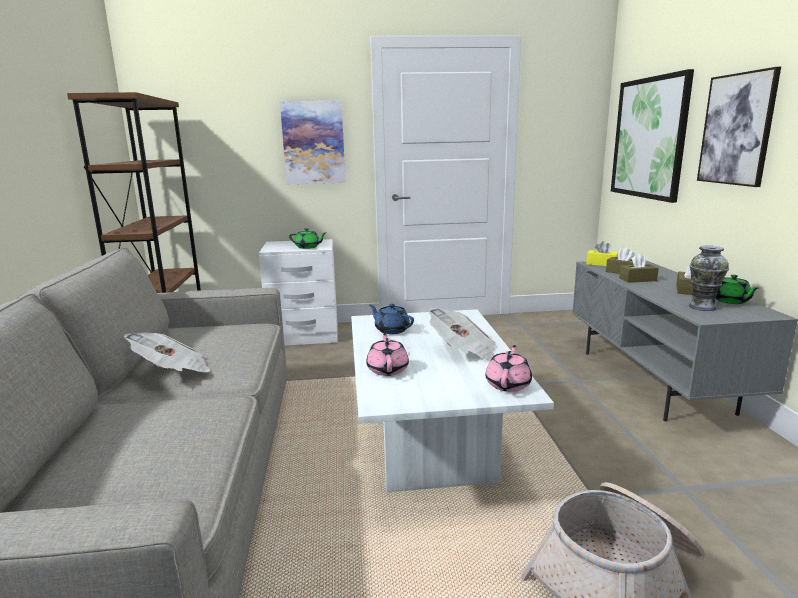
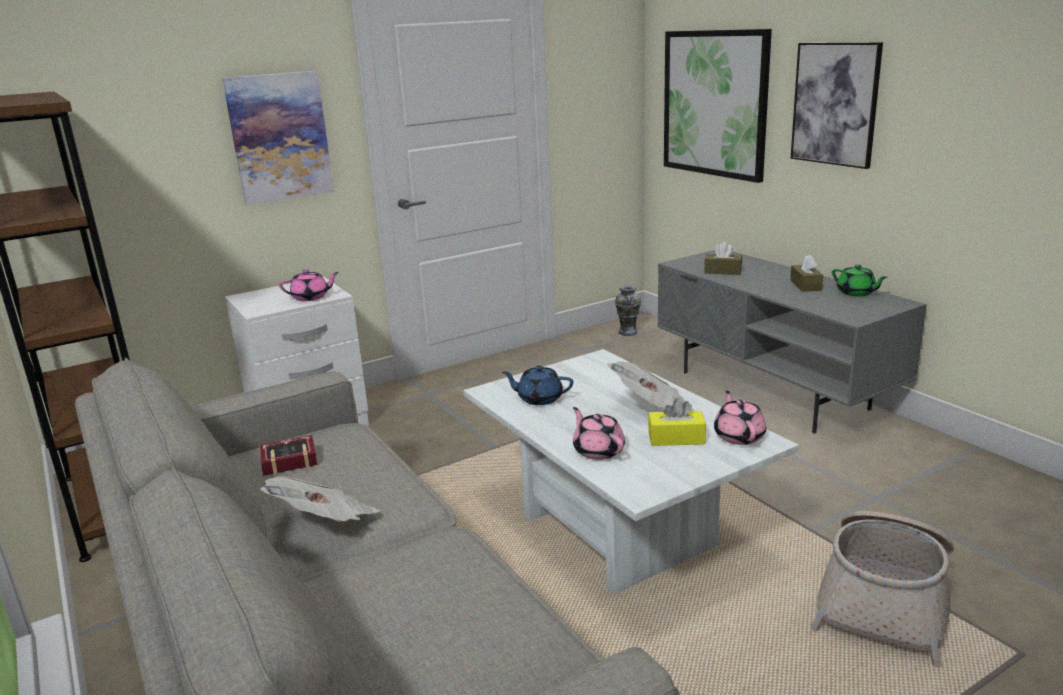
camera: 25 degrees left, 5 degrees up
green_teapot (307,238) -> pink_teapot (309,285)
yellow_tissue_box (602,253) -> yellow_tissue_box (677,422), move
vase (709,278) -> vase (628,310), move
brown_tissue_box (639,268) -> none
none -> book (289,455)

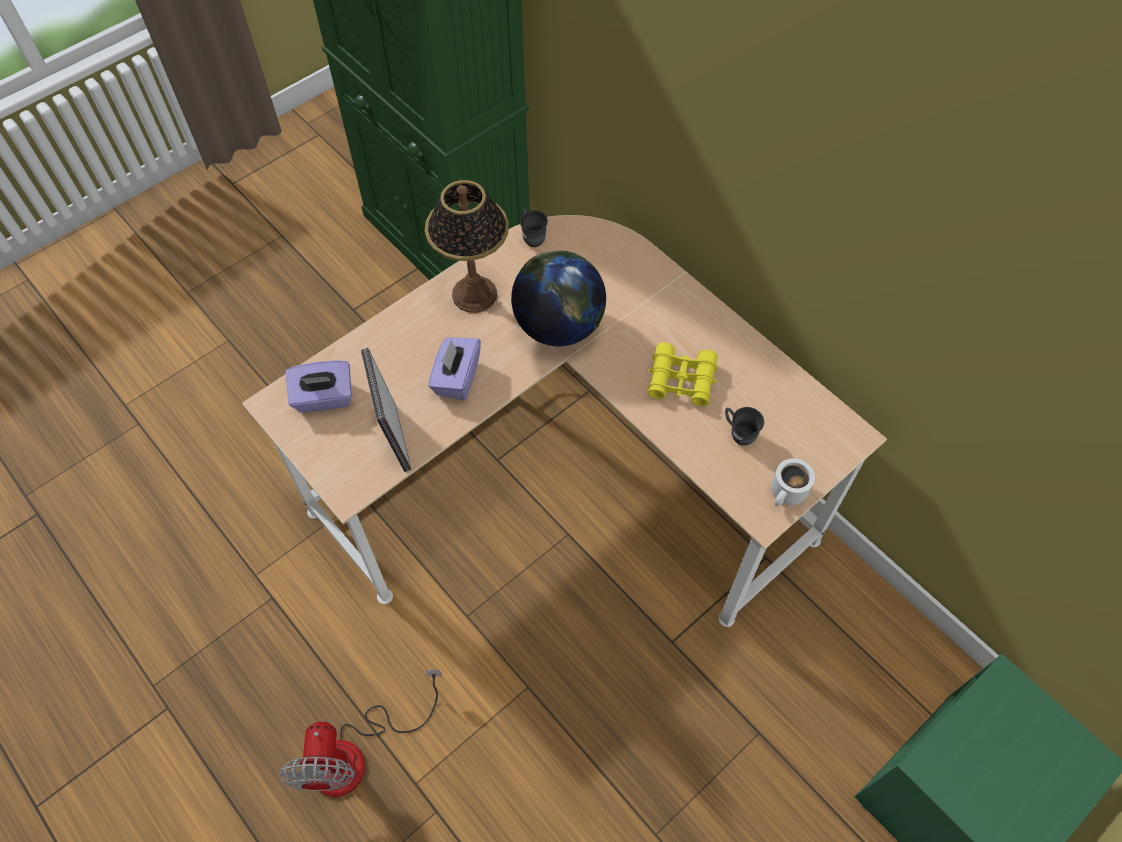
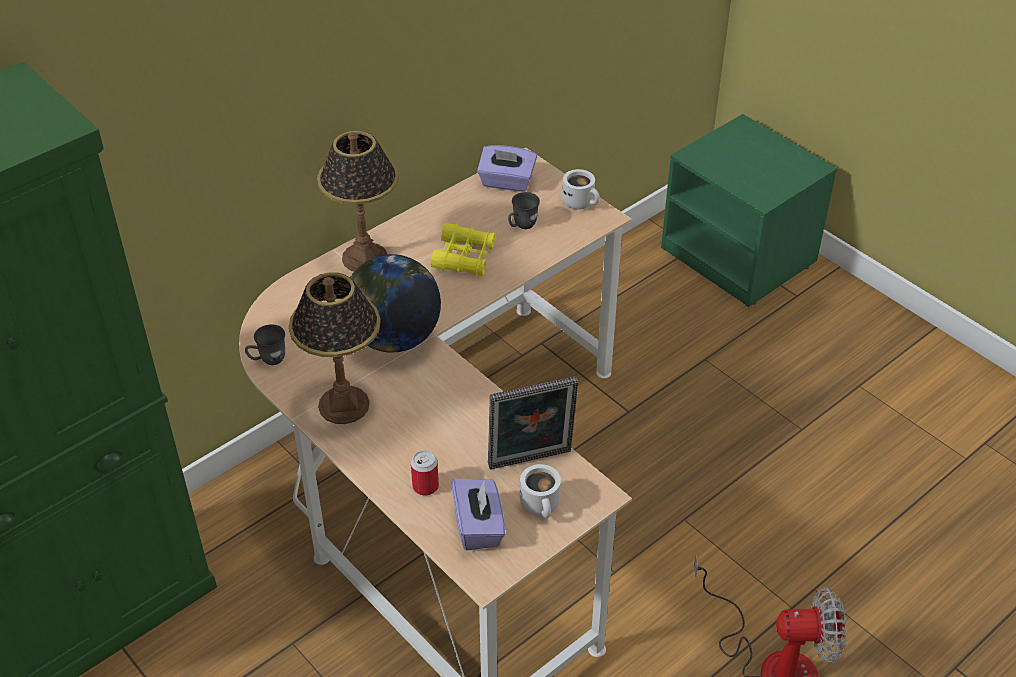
camera: 90 degrees left, 15 degrees down
purple_tissue_box (454,368) -> purple_tissue_box (507,168), move
none -> table_lamp (358,201)
none -> can (425,473)
none -> white_mug (540,491)

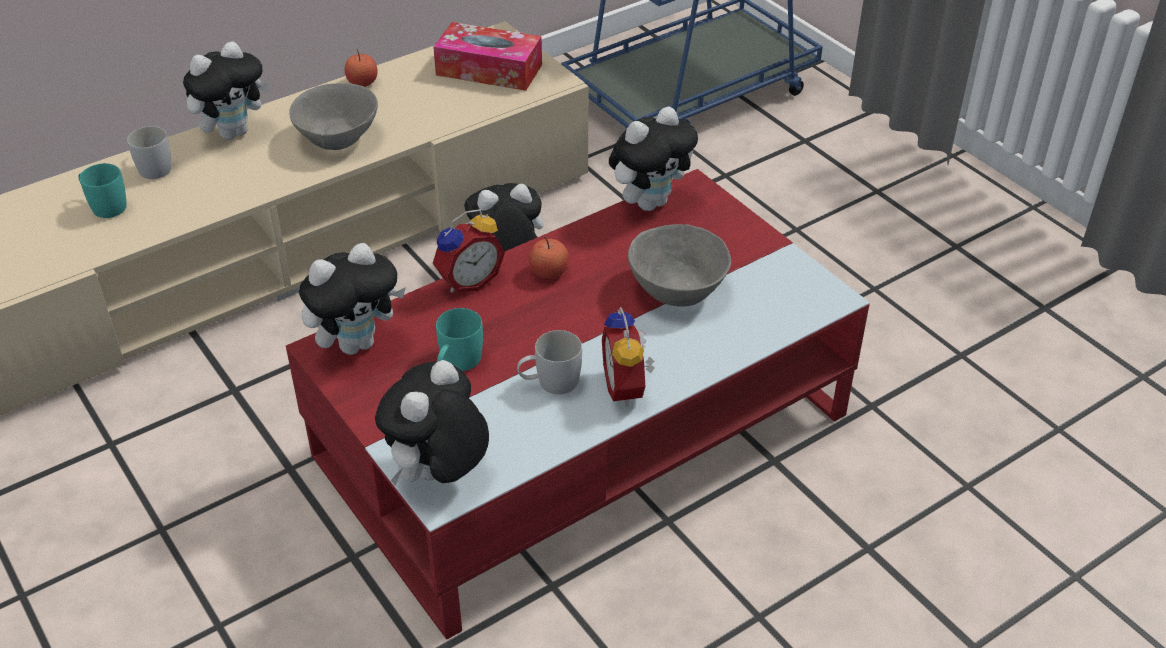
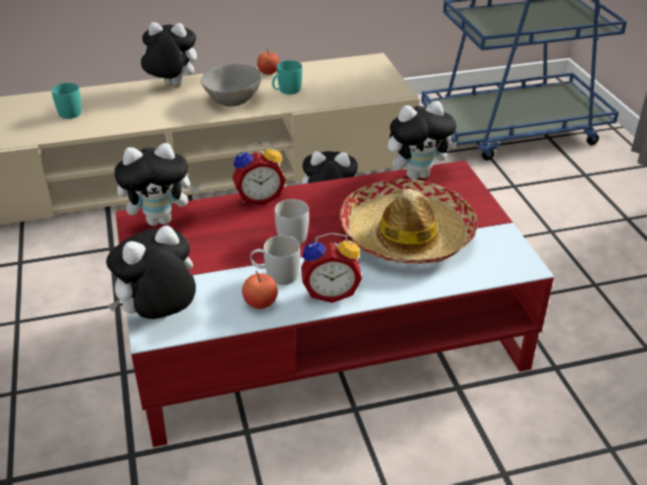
camera: 20 degrees right, 5 degrees down
tissue_box (487,56) -> none
plush_toy (226,90) -> plush_toy (167,54), 150 degrees counterclockwise
white_mug (149,152) -> white_mug (292,221), move
grey_bowl (679,265) -> hat (408,221)
apple (549,257) -> apple (260,290), move
alarm_clock (628,356) -> alarm_clock (331,268), 105 degrees counterclockwise
turquoise_mug (459,339) -> turquoise_mug (287,77), move

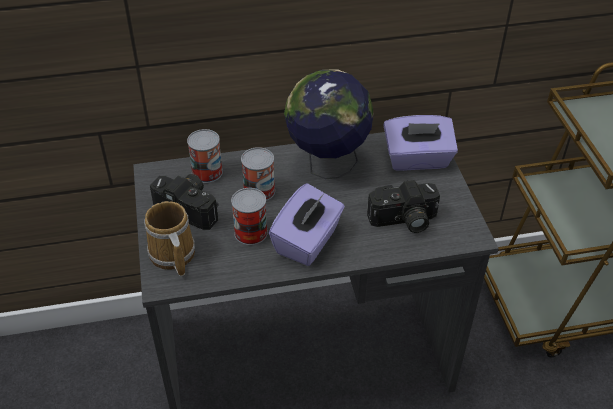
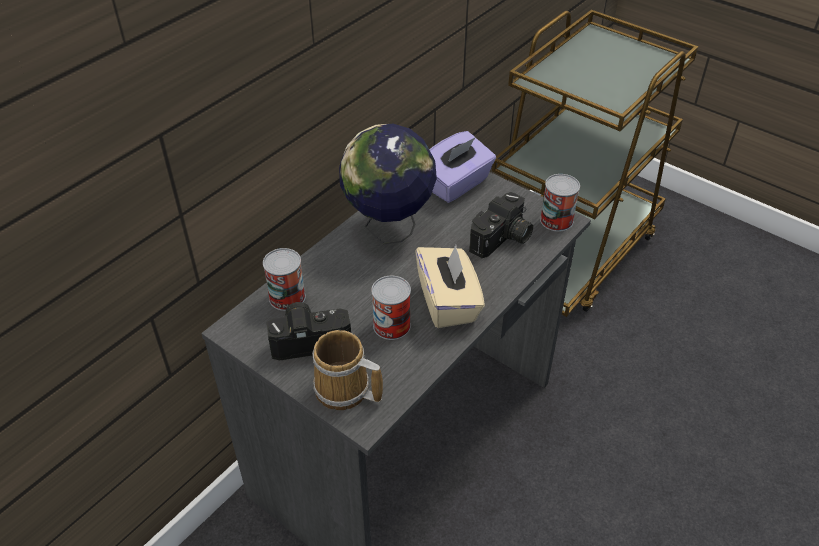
camera: 40 degrees left, 0 degrees up
can (258,174) -> can (560,203), move
purple_tissue_box (307,224) -> beige_tissue_box (450,286)

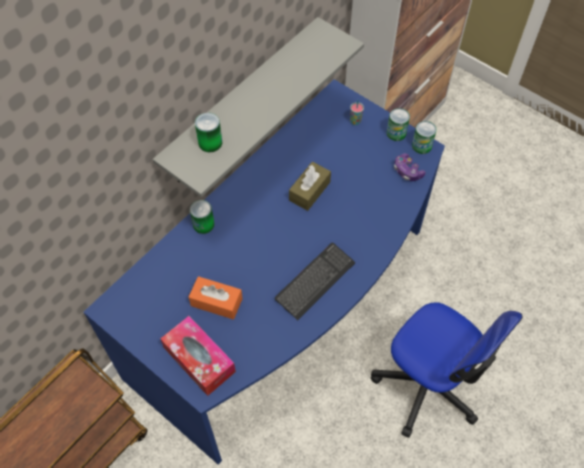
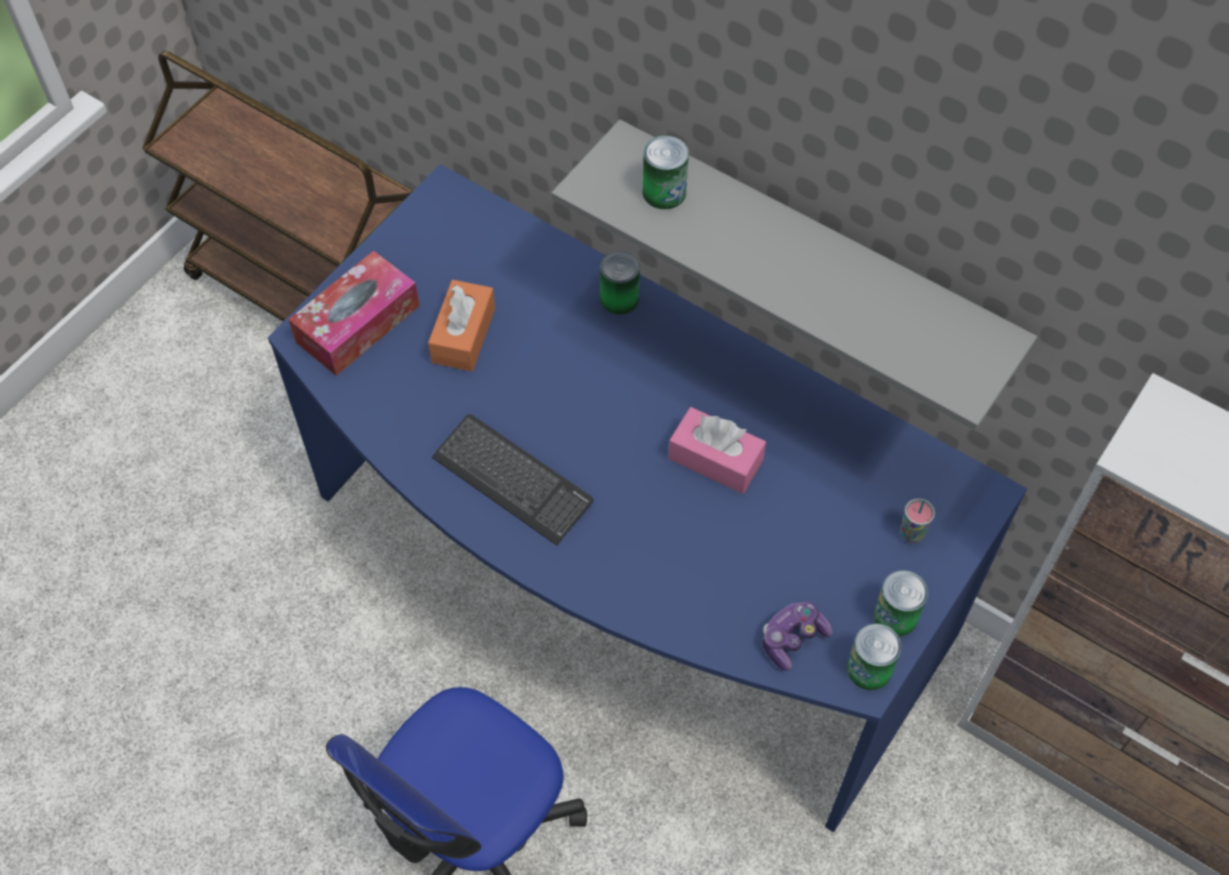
camera: 85 degrees right, 0 degrees up
brown_tissue_box (310,186) -> pink_tissue_box (717,450)

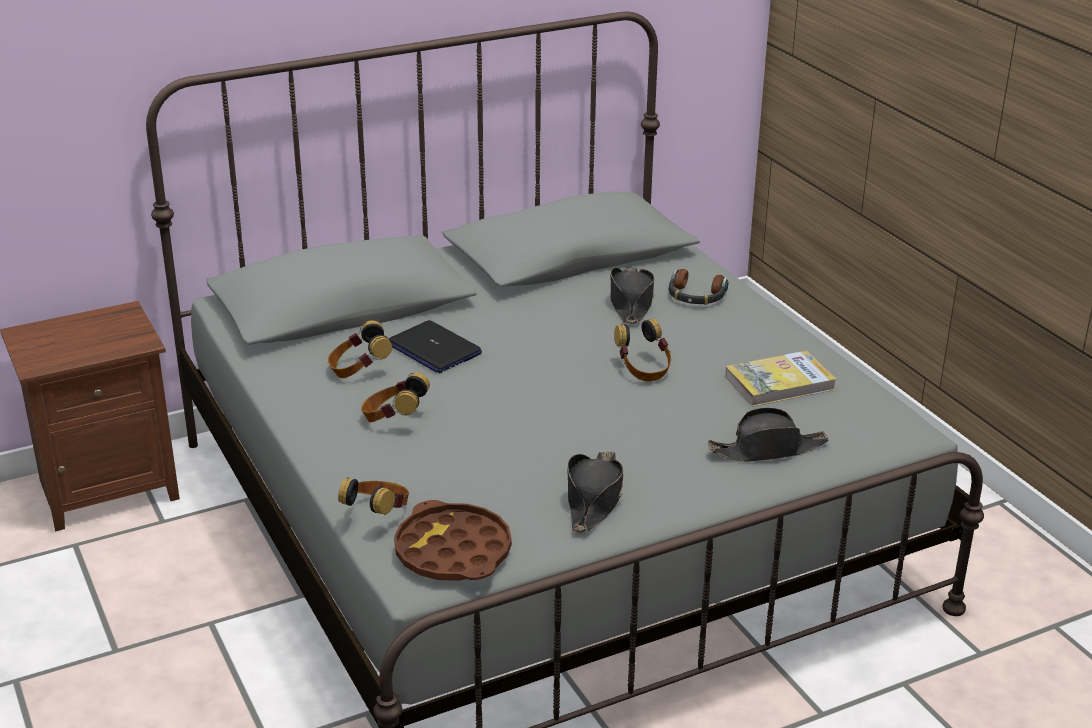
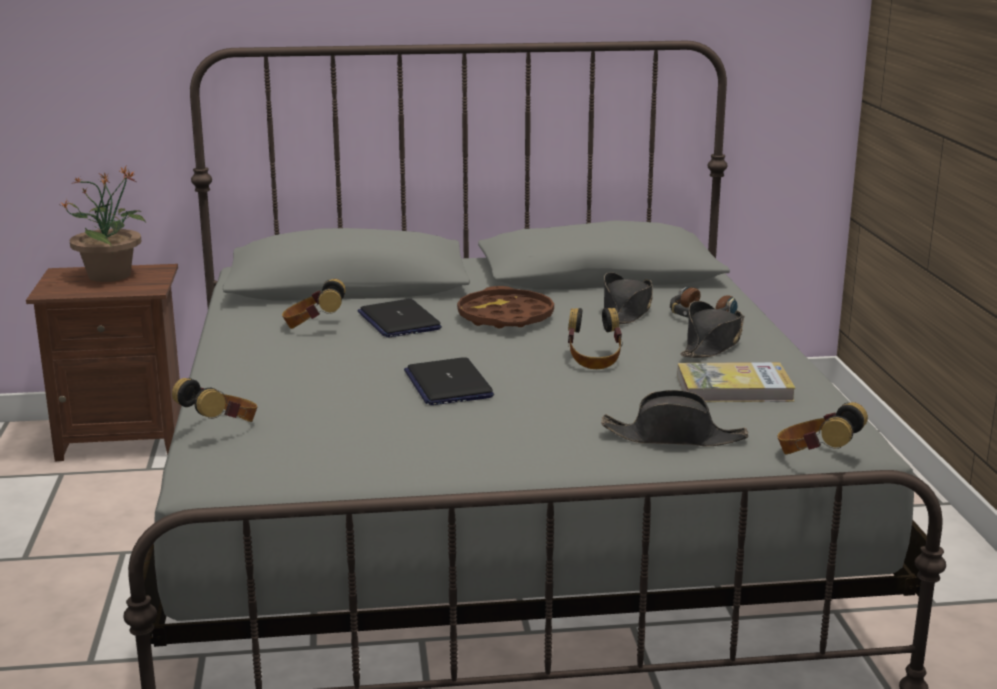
camera: 20 degrees right, 10 degrees down
headphones (395,397) -> headphones (823,428), move
black_hat (595,492) -> black_hat (712,329), move
brown_tray (453,540) -> brown_tray (505,307), move
none -> potted_plant (103,224)
none -> laptop (449,381)

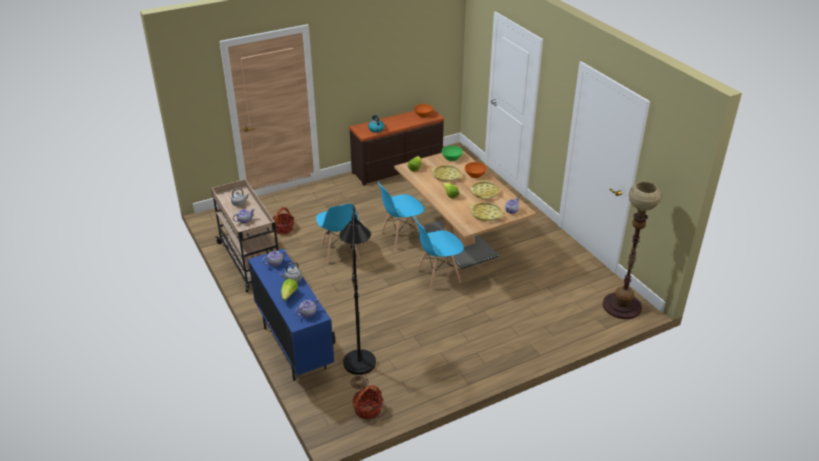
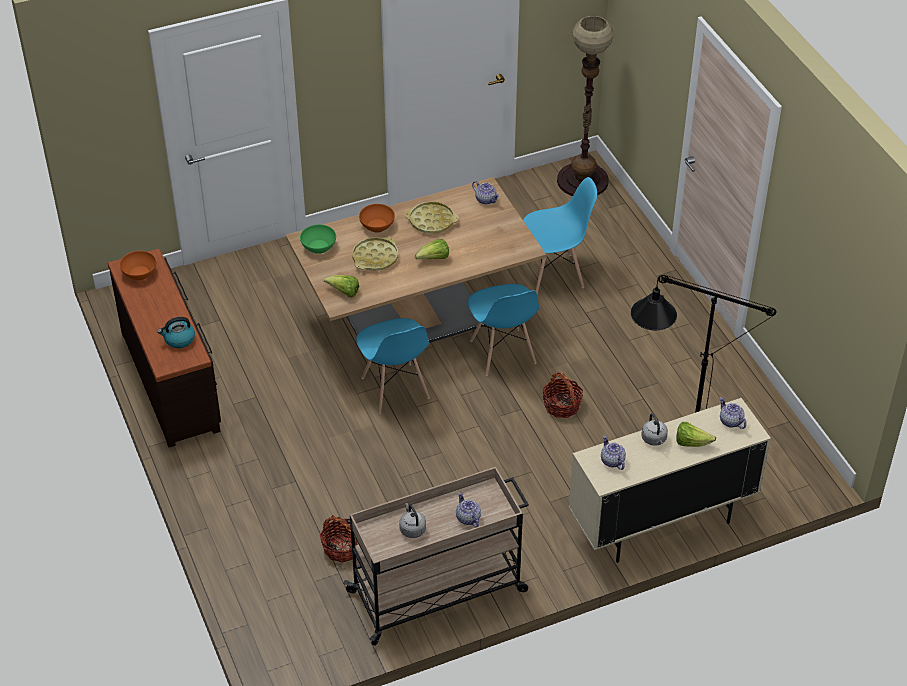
camera: 85 degrees left, 10 degrees up
yellow_tray (486,212) -> none
blue_chair (338,234) -> blue_chair (560,235), move
blue_cabinet (291,315) -> beige_cabinet (670,480)
basket (367,402) -> basket (562,395), move

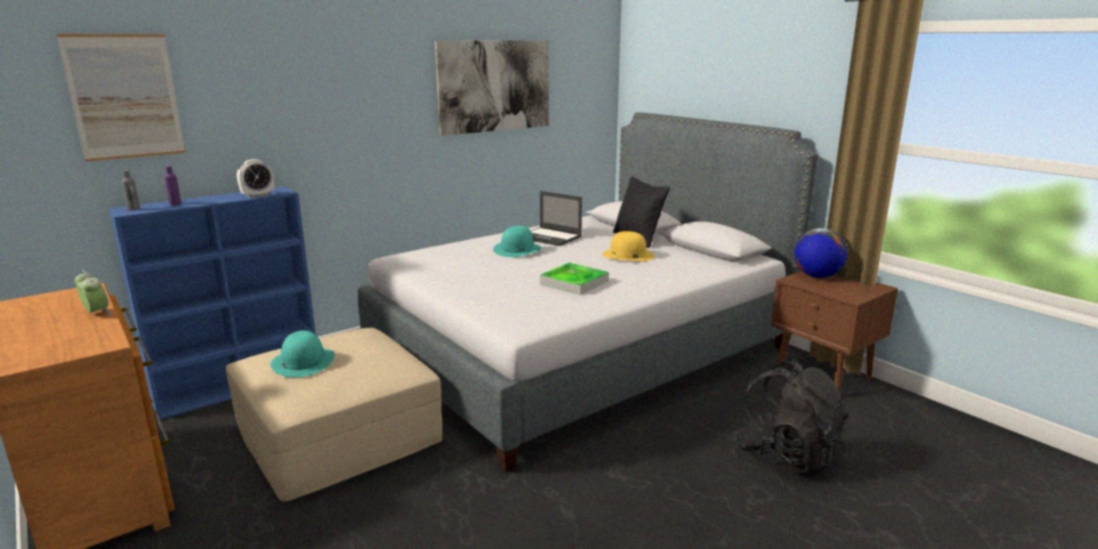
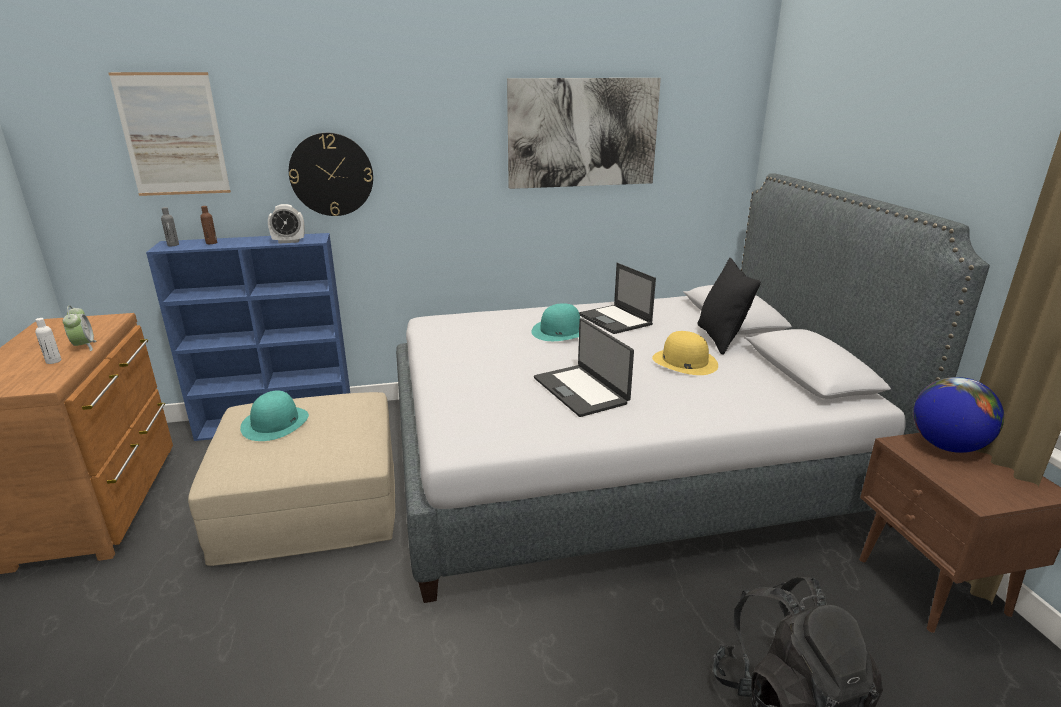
camera: 25 degrees right, 5 degrees up
purple_bottle (172,185) -> brown_bottle (208,225)
tray (574,279) -> laptop (584,367)
none -> wall_clock (331,174)
none -> white_bottle (48,341)

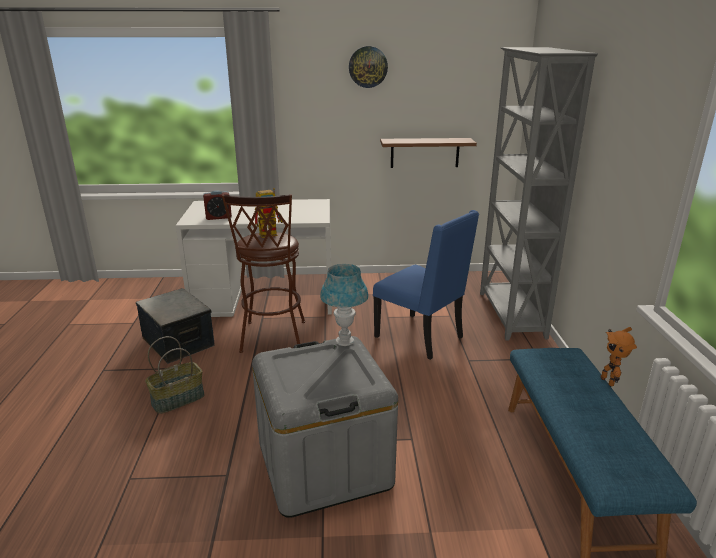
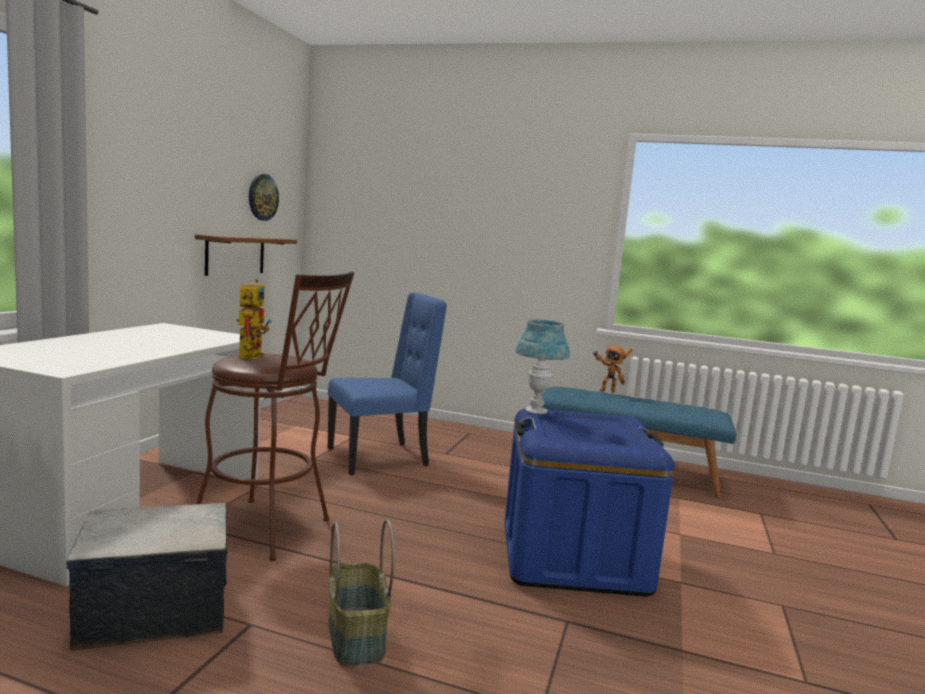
camera: 70 degrees left, 15 degrees down
wall_clock (368,67) -> wall_clock (264,197), move
grey_bookcase (539,194) -> none
alarm_clock (217,205) -> none
grey_storage_box (325,427) -> blue_storage_box (589,502)

